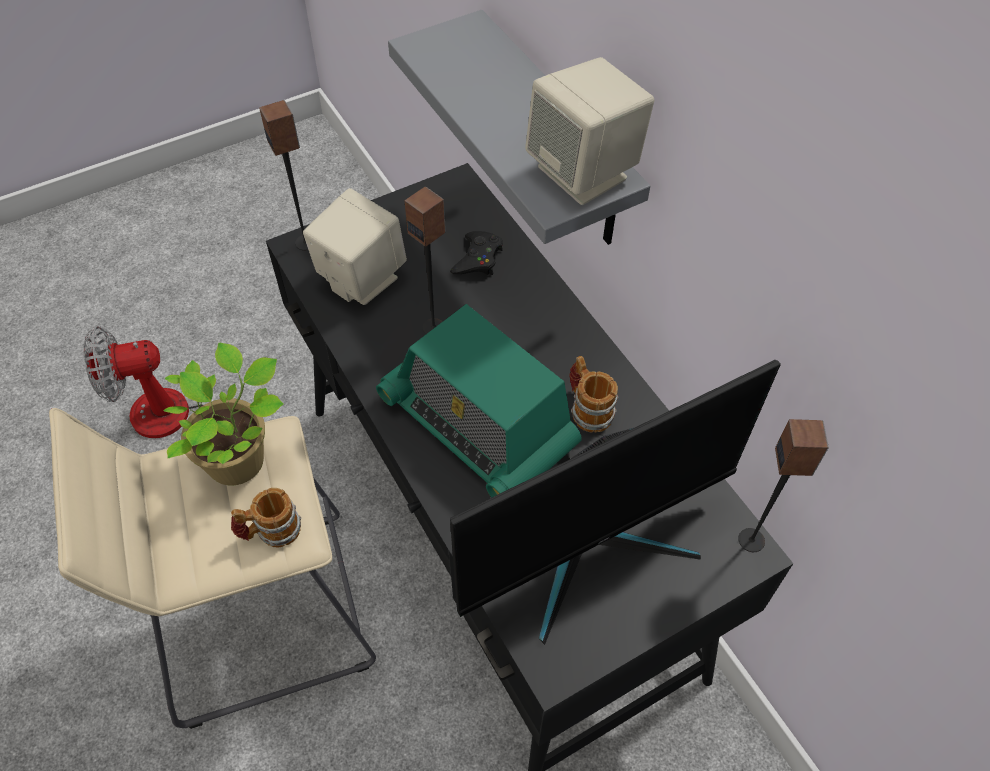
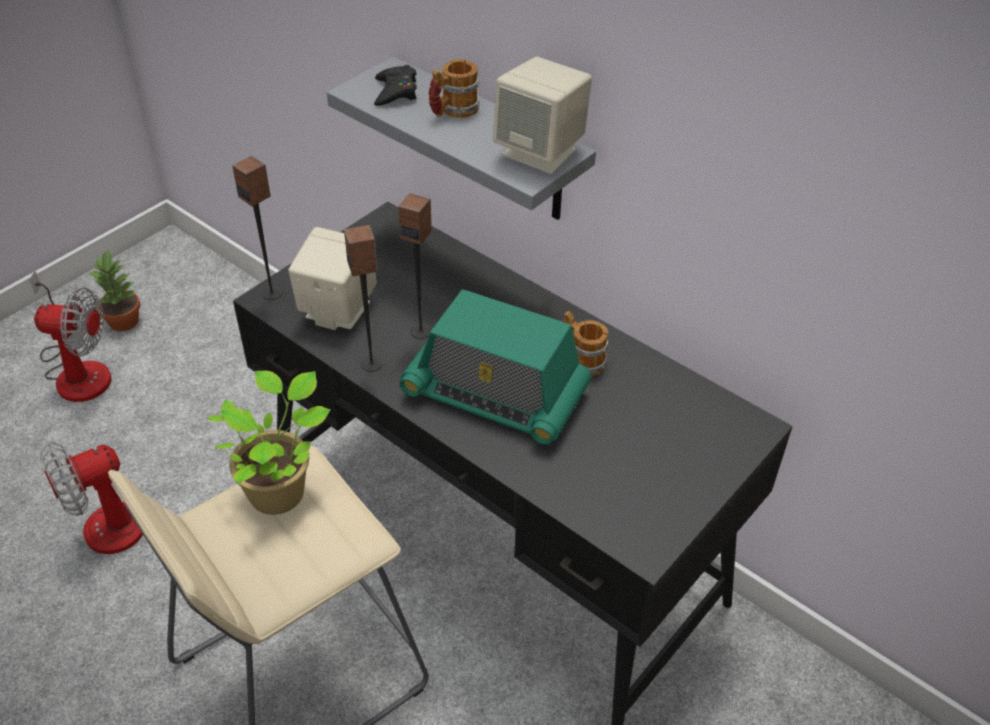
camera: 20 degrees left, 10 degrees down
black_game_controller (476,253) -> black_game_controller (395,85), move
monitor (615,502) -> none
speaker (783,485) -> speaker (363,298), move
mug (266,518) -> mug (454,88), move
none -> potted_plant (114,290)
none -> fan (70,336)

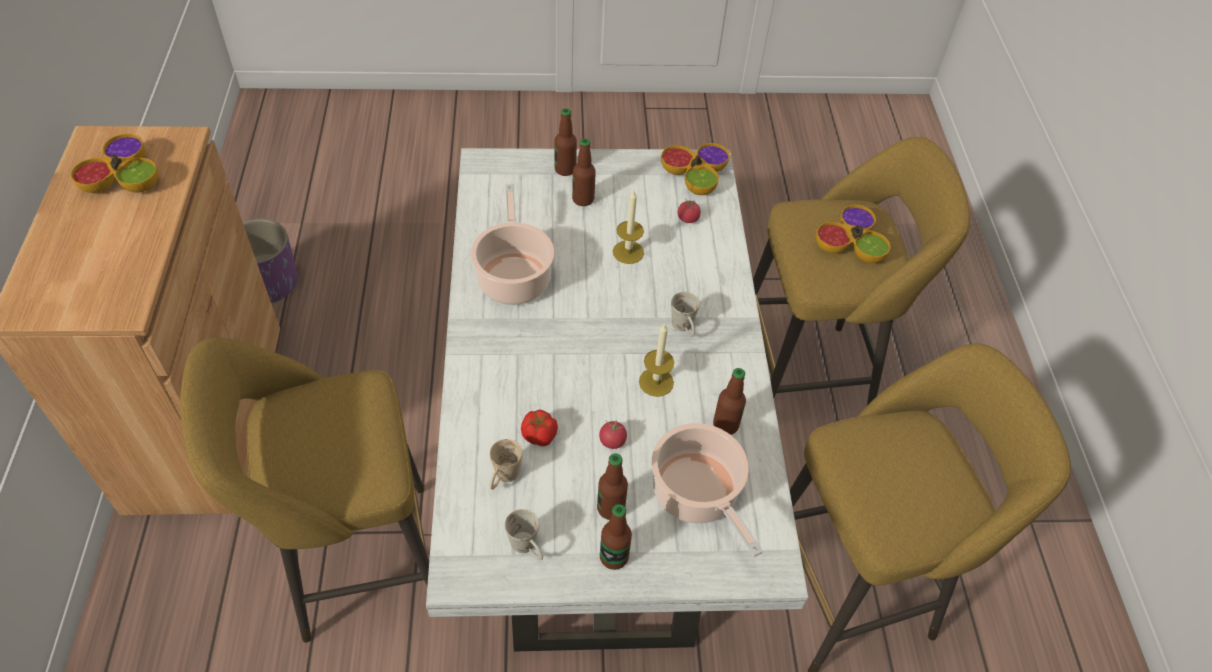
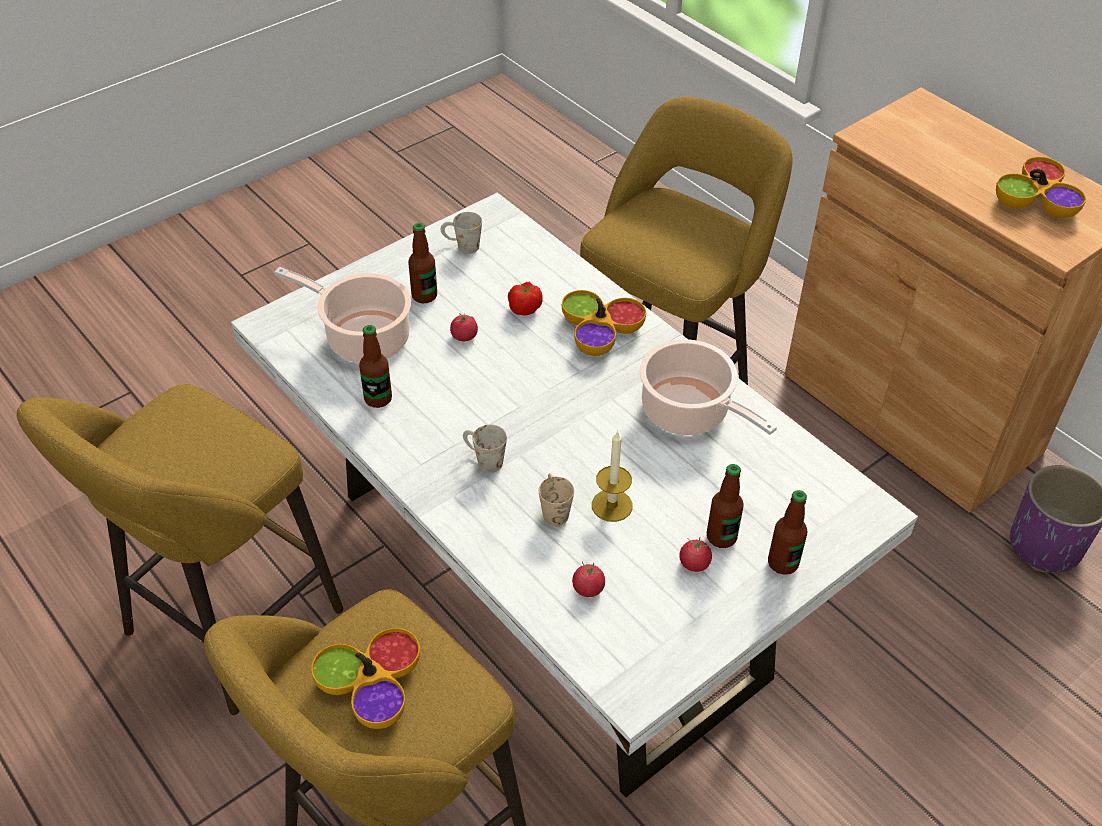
camera: 145 degrees right, 5 degrees down
bowl (695,169) -> bowl (604,323), move
candle (656,360) -> none
beige_mug (506,464) -> beige_mug (556,499), move
bottle (616,537) -> none
none -> tomato (695,554)

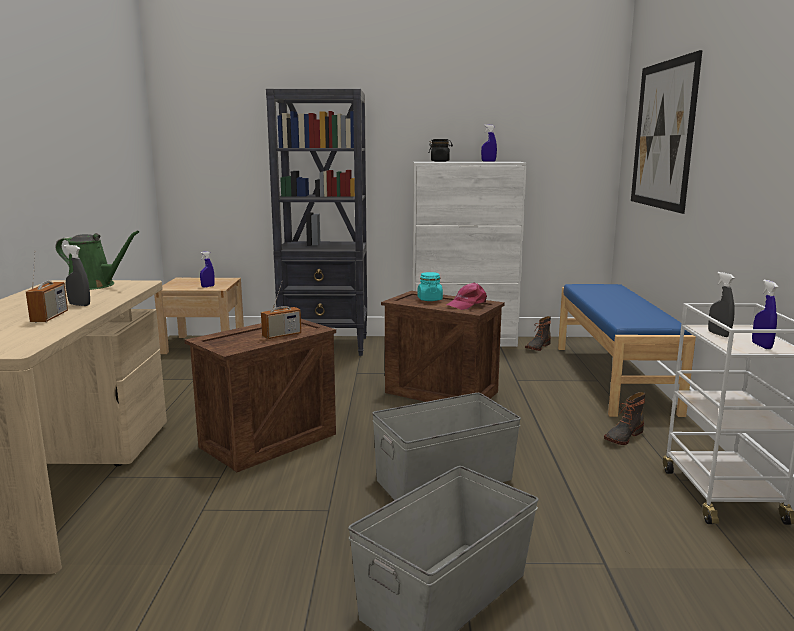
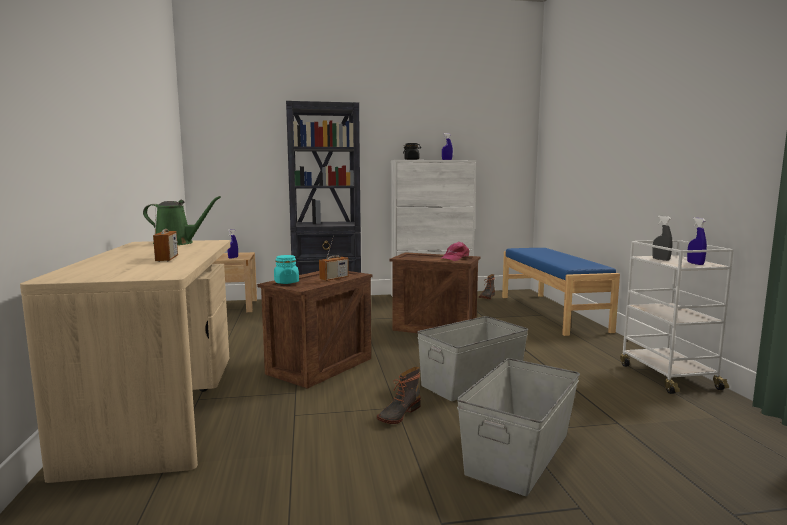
camera: 10 degrees left, 5 degrees down
picture (667,132) -> none
grey_spray_bottle (77,275) -> none
turquoise_jar (430,286) -> turquoise_jar (286,269), move
boot (624,418) -> boot (399,395), move

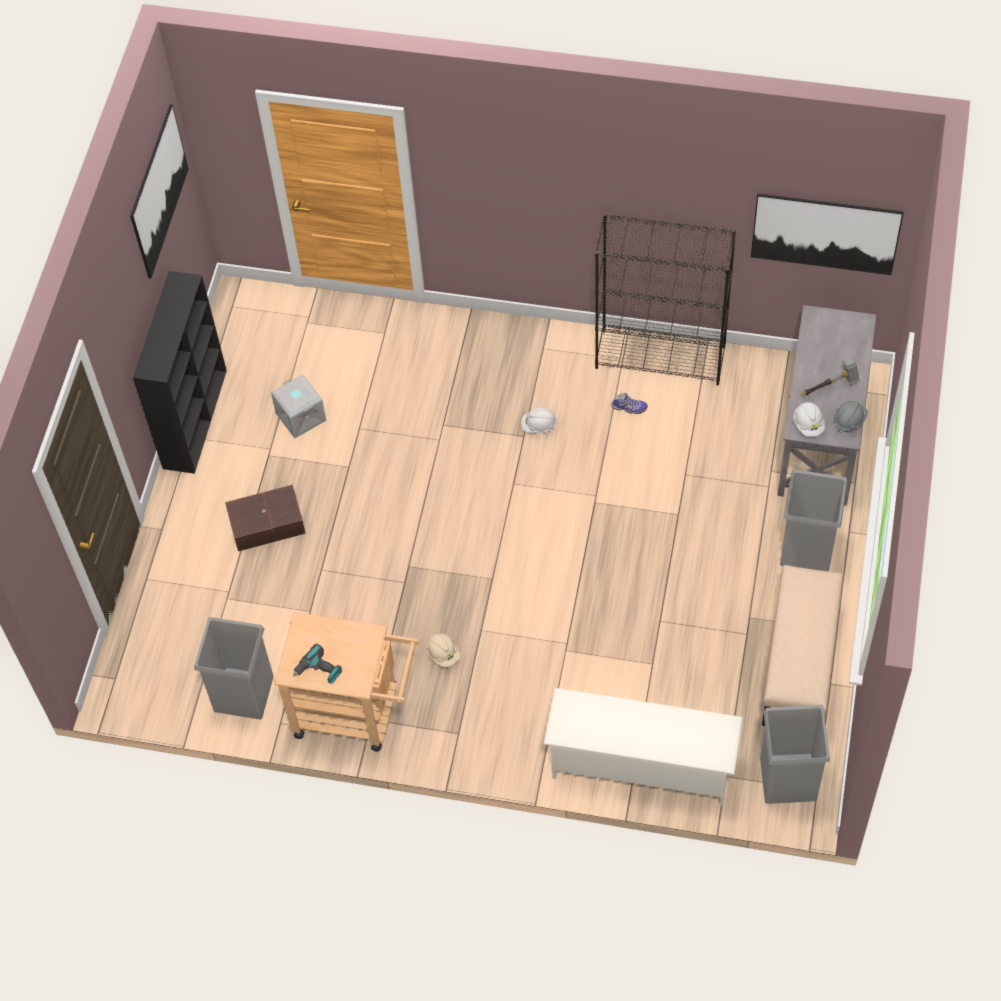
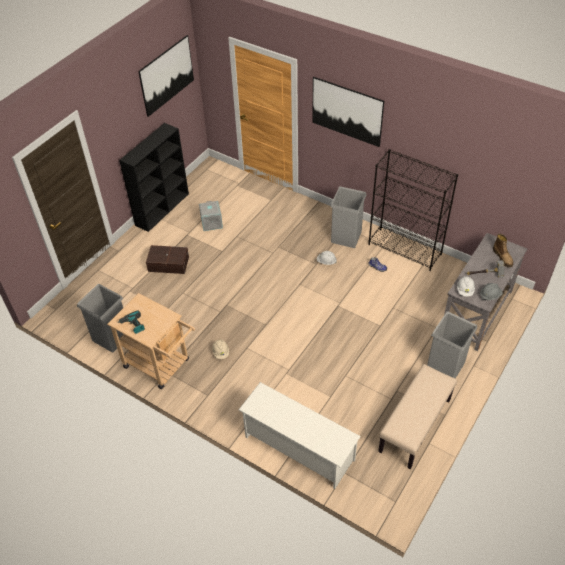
camera: 20 degrees right, 10 degrees down
picture (827,234) -> picture (348,112), move
grey_trash_can (795,754) -> grey_trash_can (348,217), move
none -> boot (503,250)

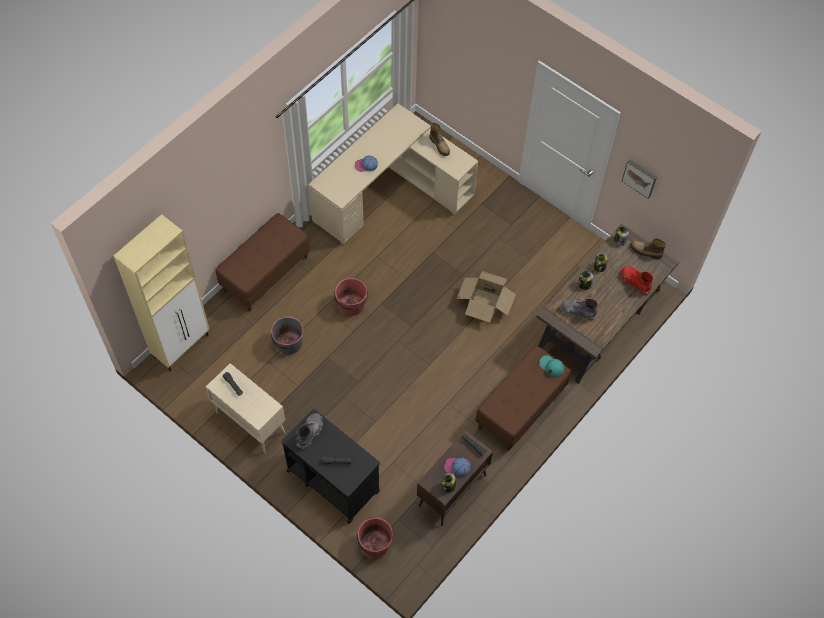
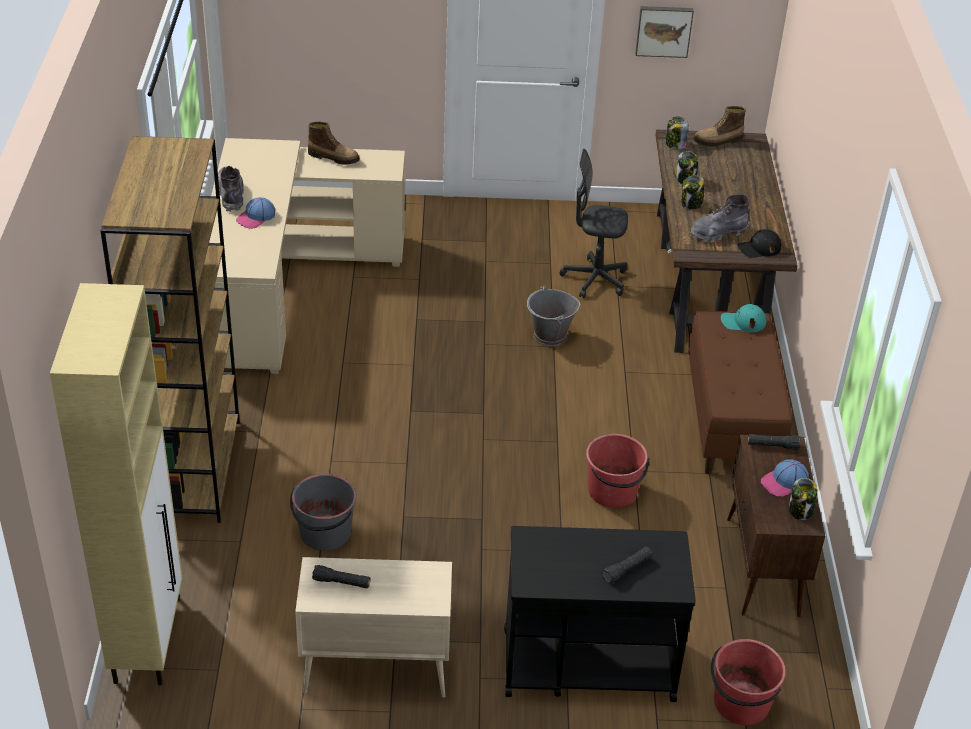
camera: 40 degrees left, 20 degrees down
brown_bench (263,262) -> brown_bookcase (170,329)
red_boot (636,280) -> none
cardboard_box (486,297) -> grey_bucket (554,316)
red_bucket (351,297) -> red_bucket (617,471), move
grey_boot (309,431) -> grey_boot (231,189), move
none -> grey_office_chair (594,223)
none -> black_cap (759,243)

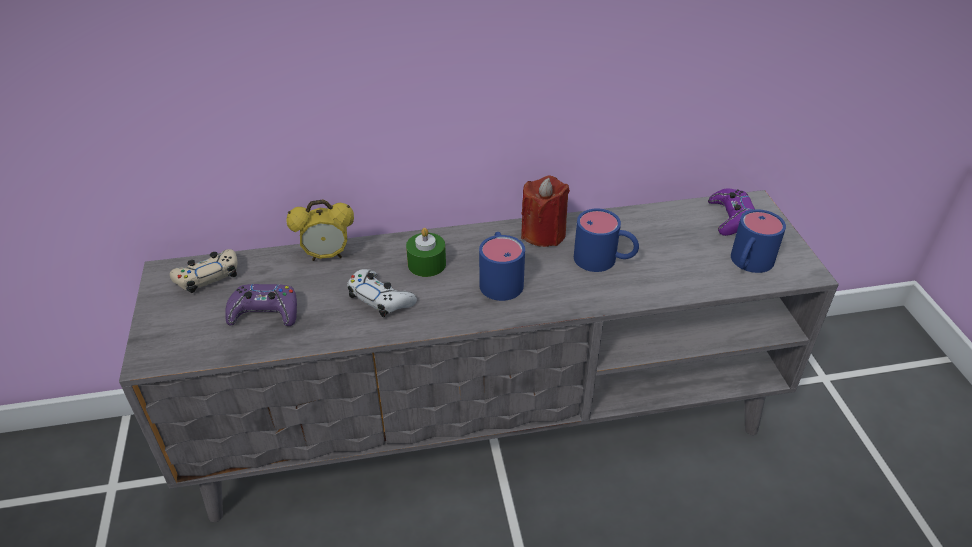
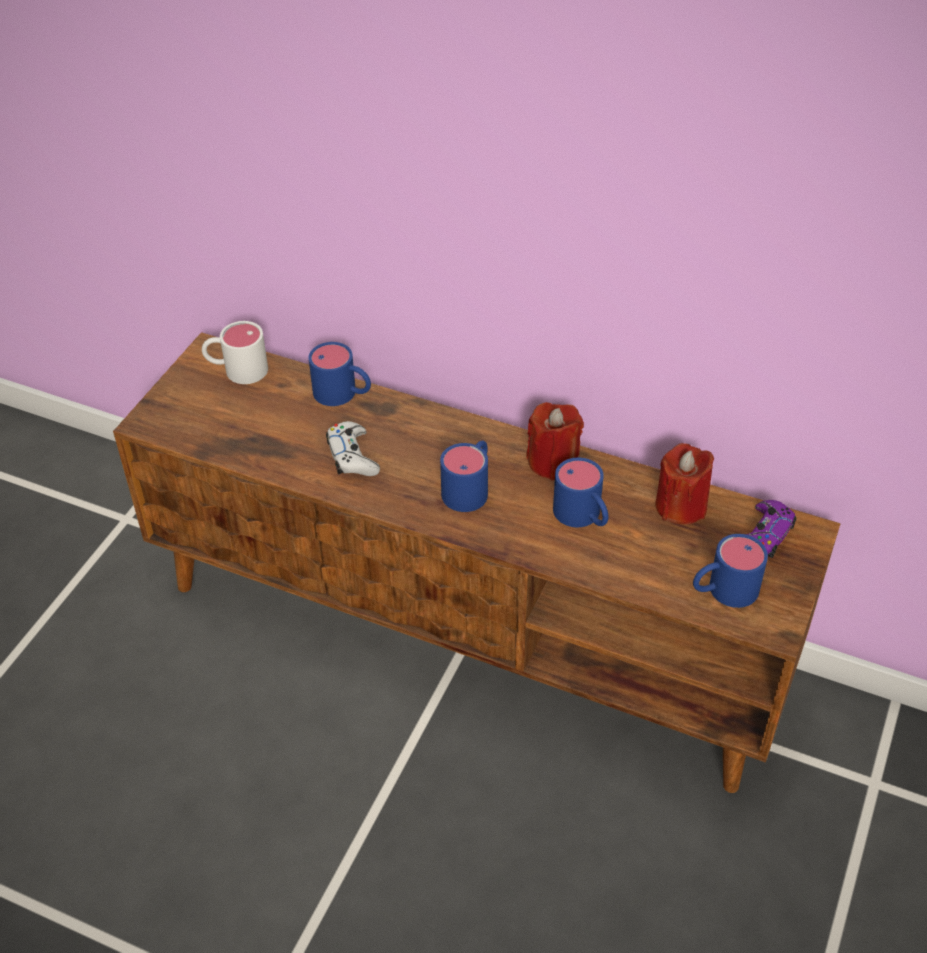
camera: 35 degrees right, 5 degrees up
grey_tv_stand (479,356) -> brown_tv_stand (477,562)
alarm_clock (320,230) -> blue_mug (340,374)
green_candle (426,252) -> none
beige_game_controller (204,271) -> white_mug (235,352)
purple_game_controller (261,305) -> none
none -> red_candle (684,483)

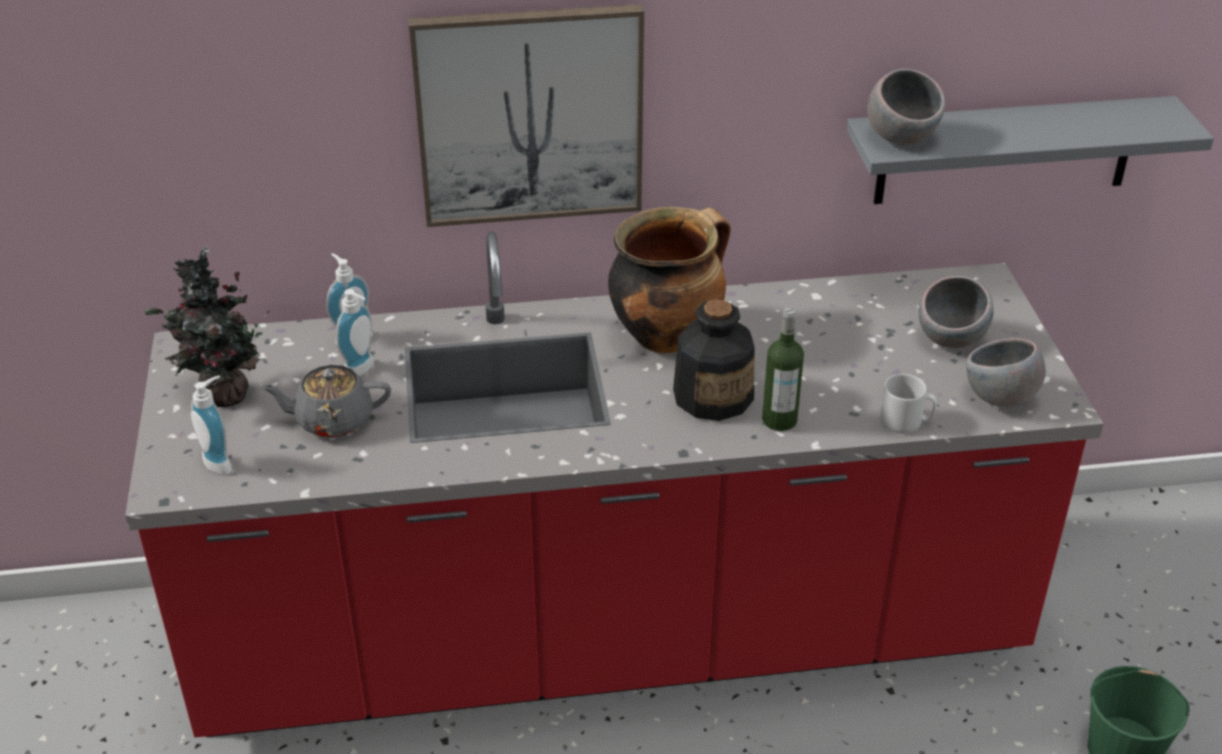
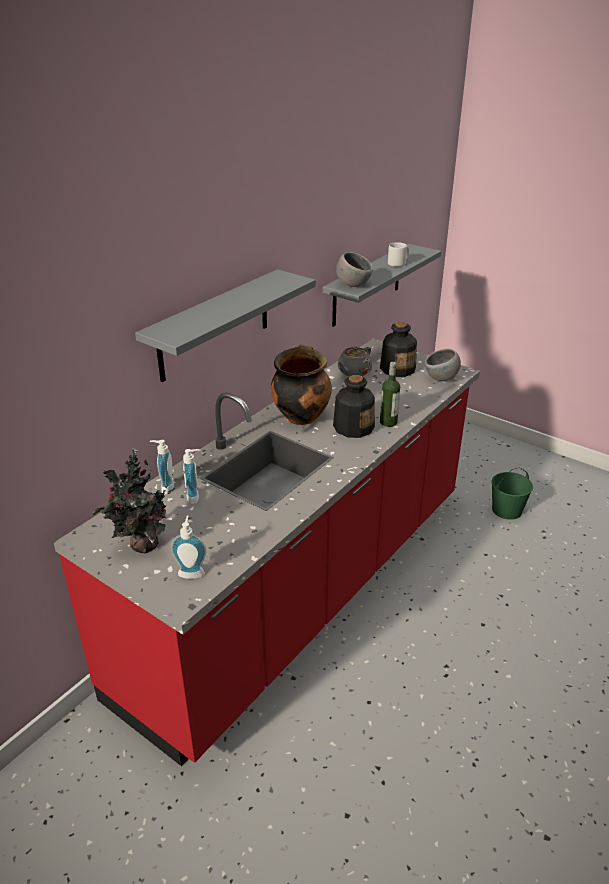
camera: 45 degrees left, 5 degrees down
picture (526,115) -> grey_shelf (225,325)
grey_bowl (956,312) -> bottle (398,349)
grey_teapot (326,401) -> grey_teapot (355,361), move
grey_mug (908,404) -> grey_mug (398,254), move

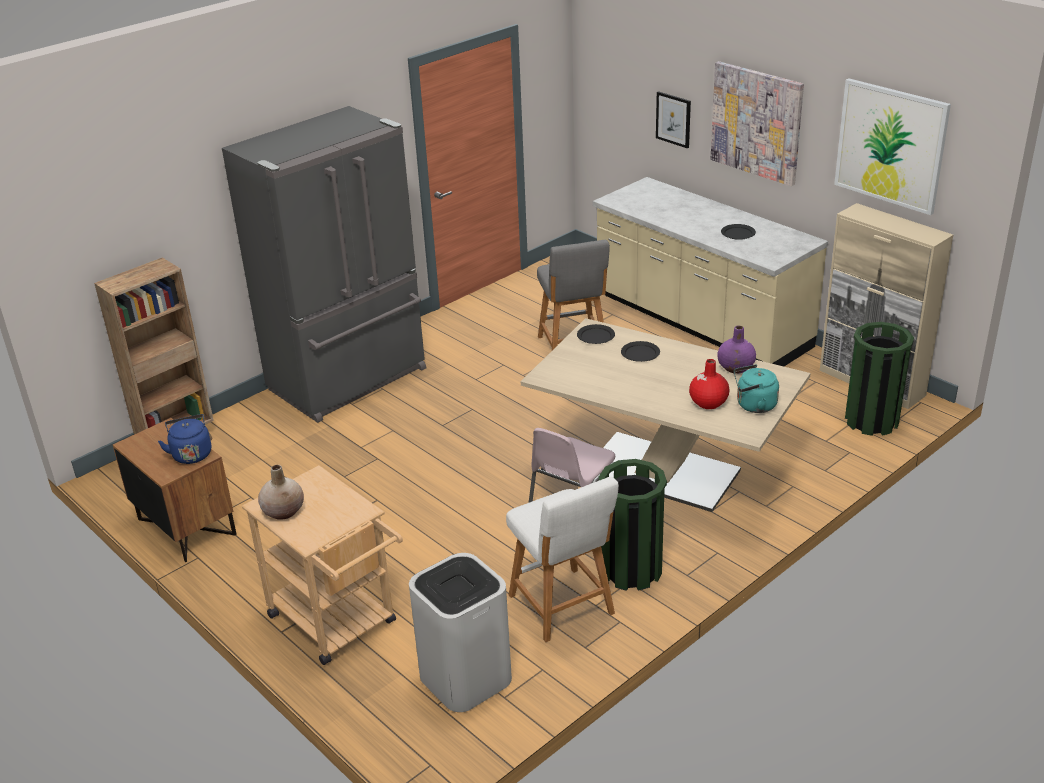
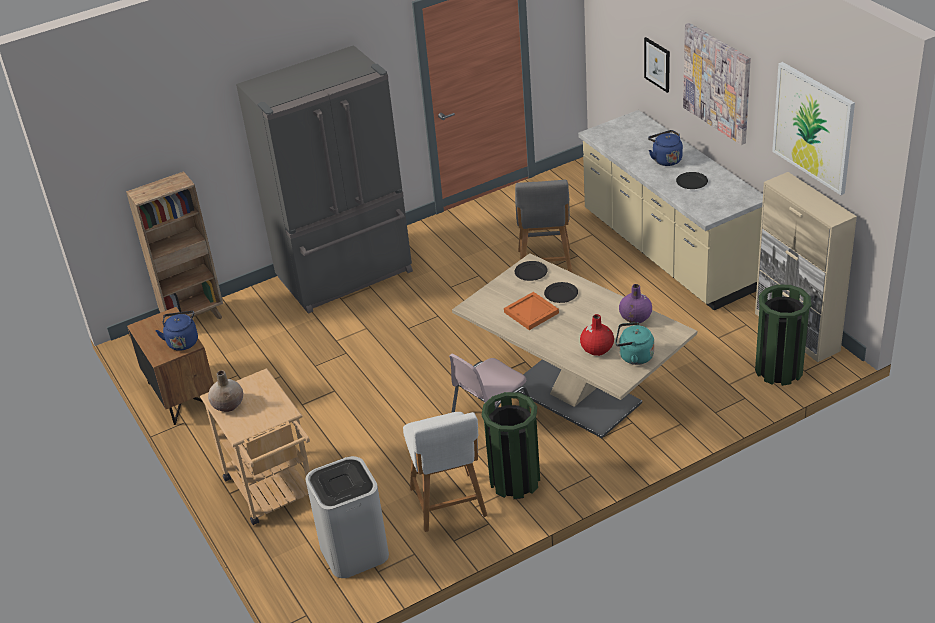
camera: 15 degrees right, 5 degrees up
none -> blue_kettle (665,148)
none -> orange_tray (531,311)

